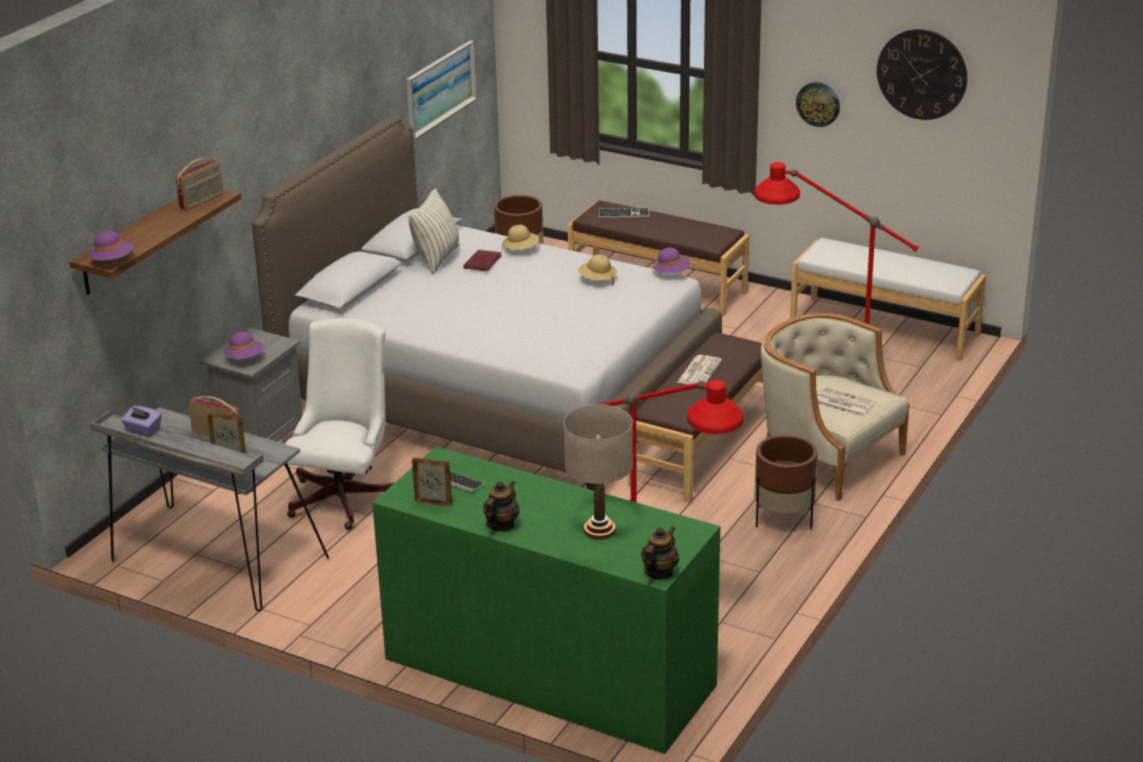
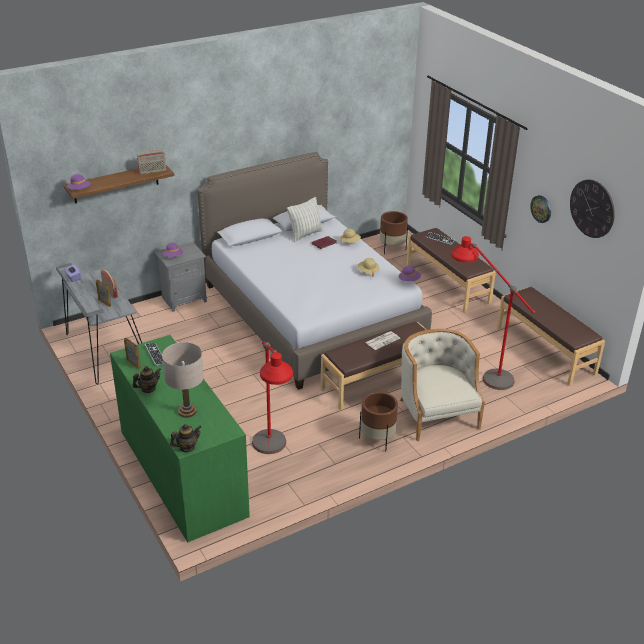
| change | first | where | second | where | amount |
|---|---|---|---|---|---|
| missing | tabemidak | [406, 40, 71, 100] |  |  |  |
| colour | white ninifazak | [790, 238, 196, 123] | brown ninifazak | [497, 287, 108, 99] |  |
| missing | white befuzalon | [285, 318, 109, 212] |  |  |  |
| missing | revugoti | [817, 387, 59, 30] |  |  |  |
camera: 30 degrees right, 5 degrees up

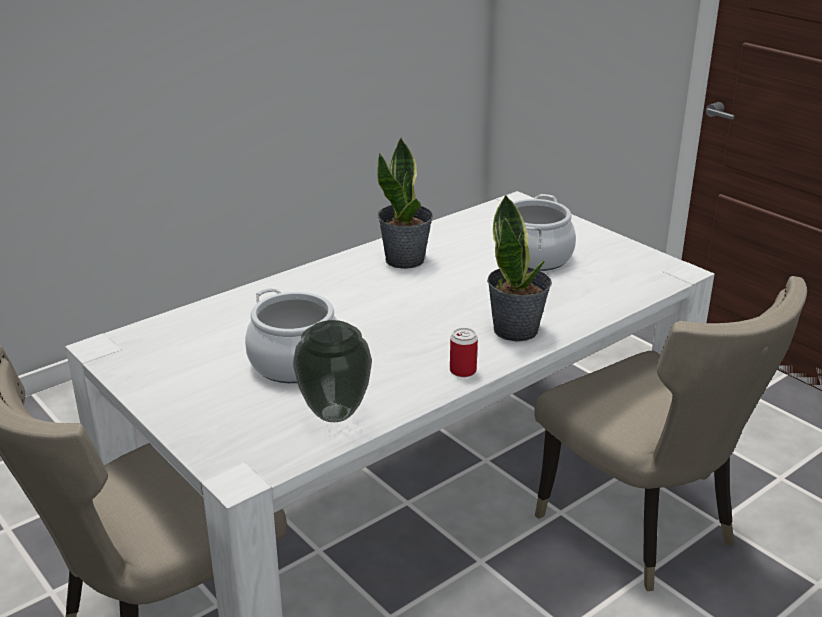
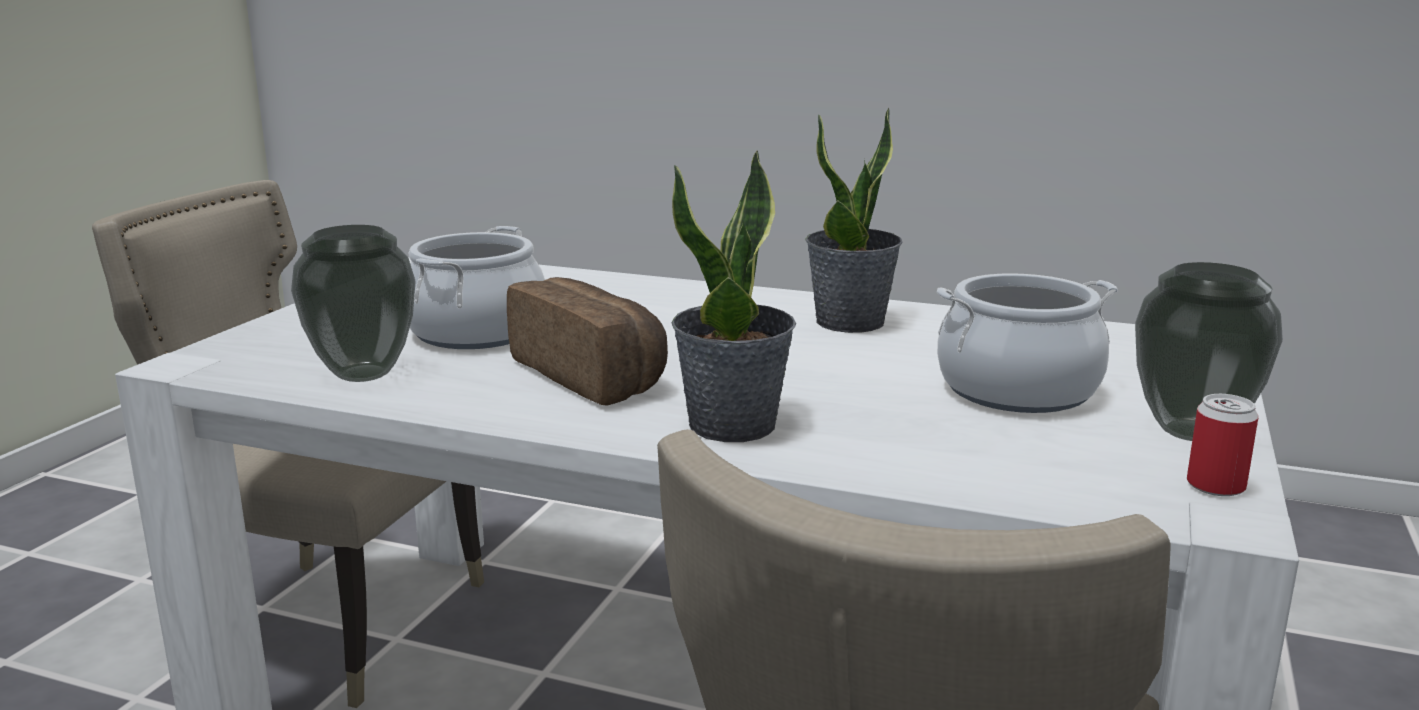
| change | first | where | second | where | amount |
|---|---|---|---|---|---|
| relocated | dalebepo | [450, 328, 28, 49] |  | [1187, 394, 72, 102] |  |
| appeared |  |  | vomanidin | [1135, 262, 148, 179] |  |
| appeared |  |  | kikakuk | [507, 277, 161, 129] |  |
camera: 60 degrees right, 10 degrees down

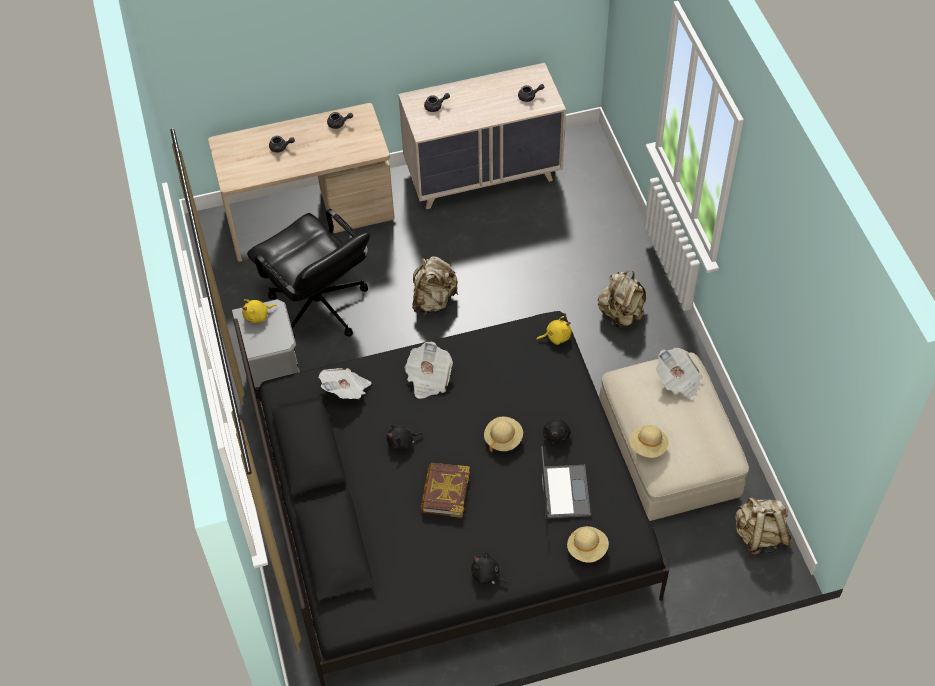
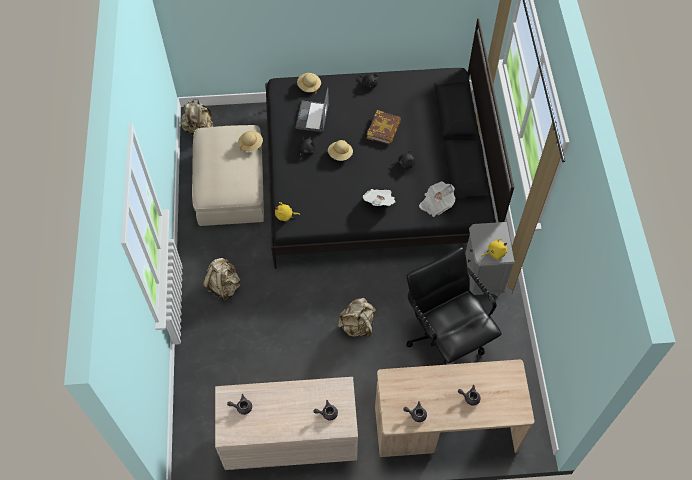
| change | first | where | second | where | amount |
|---|---|---|---|---|---|
| missing | revugoti | [656, 348, 47, 52] |  |  |  |
camera: 170 degrees left, 5 degrees up

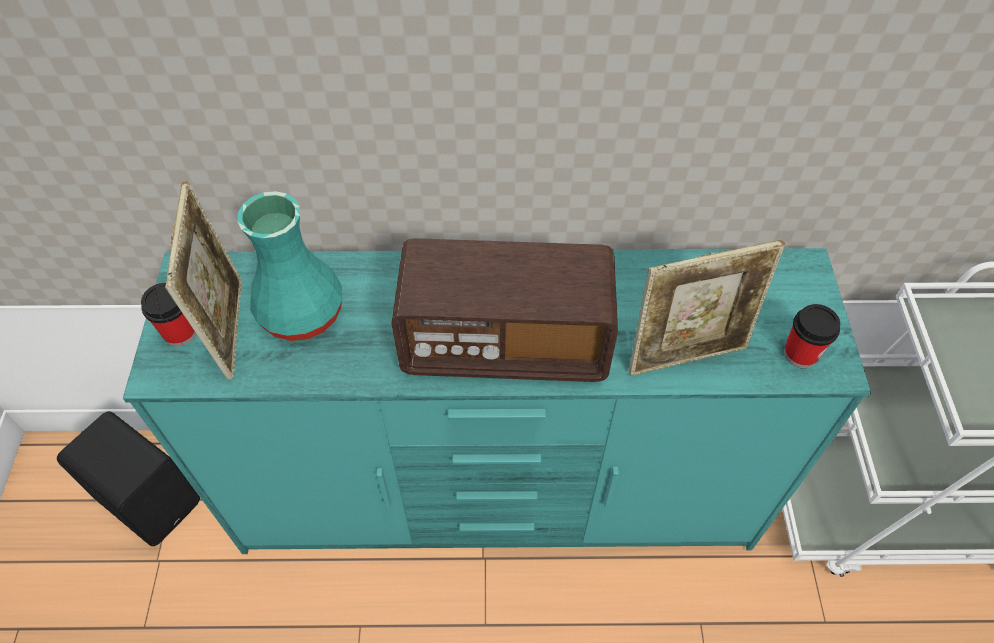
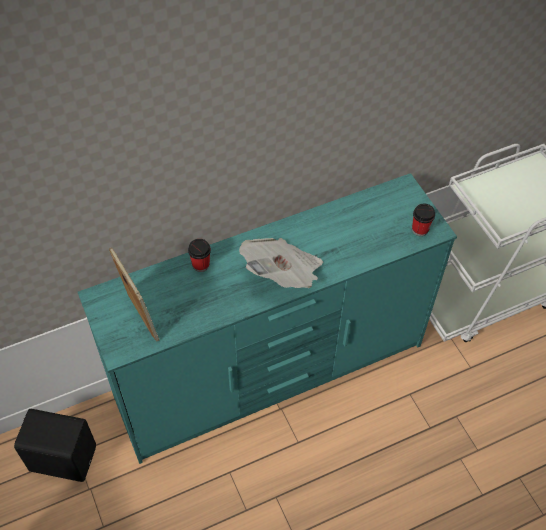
| change | first | where | second | where | amount |
|---|---|---|---|---|---|
| missing | turquoise vomanidin | [237, 191, 105, 150] |  |  |  |
| exchanged | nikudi | [391, 238, 227, 144] | revugoti | [239, 238, 84, 50] |  |
| missing | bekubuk | [628, 240, 157, 136] |  |  |  |
| relocated | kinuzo | [141, 283, 56, 64] |  | [188, 239, 23, 33] |  |
camera: 25 degrees left, 0 degrees up

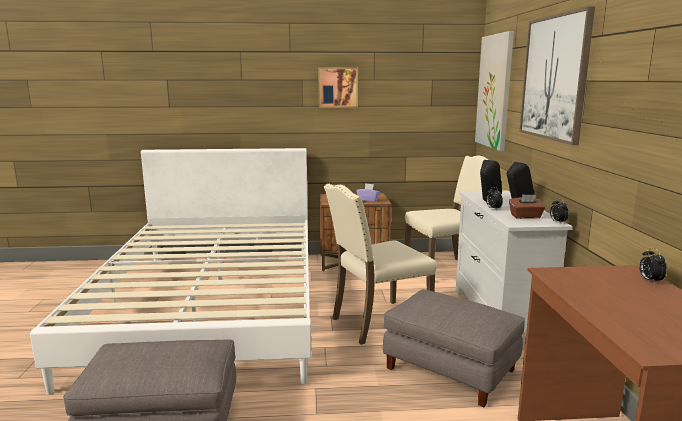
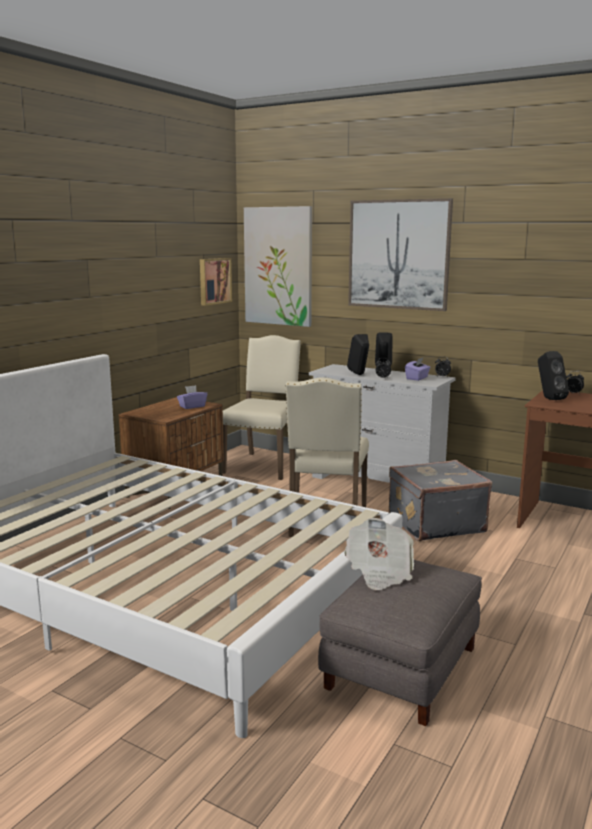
| change | first | where | second | where | amount |
|---|---|---|---|---|---|
| relocated | tabemidak | [318, 67, 40, 41] |  | [200, 258, 32, 48] |  |
| colour | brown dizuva | [509, 194, 36, 25] | purple dizuva | [405, 357, 25, 24] |  |
| exchanged | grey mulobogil | [383, 289, 142, 118] | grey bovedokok | [389, 460, 103, 81] |  |
| appeared |  |  | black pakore | [538, 351, 31, 49] |  |
| appeared |  |  | revugoti | [344, 518, 70, 72] |  |
camera: 55 degrees left, 0 degrees up

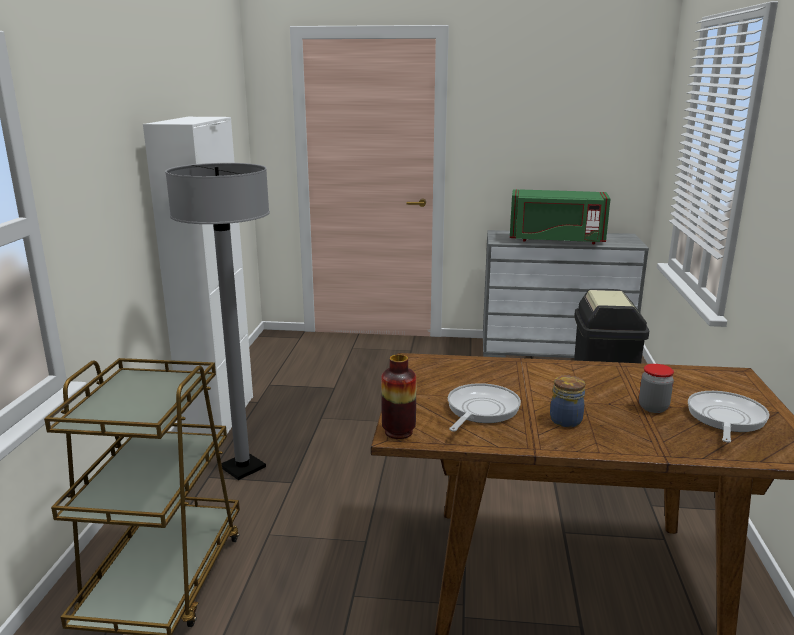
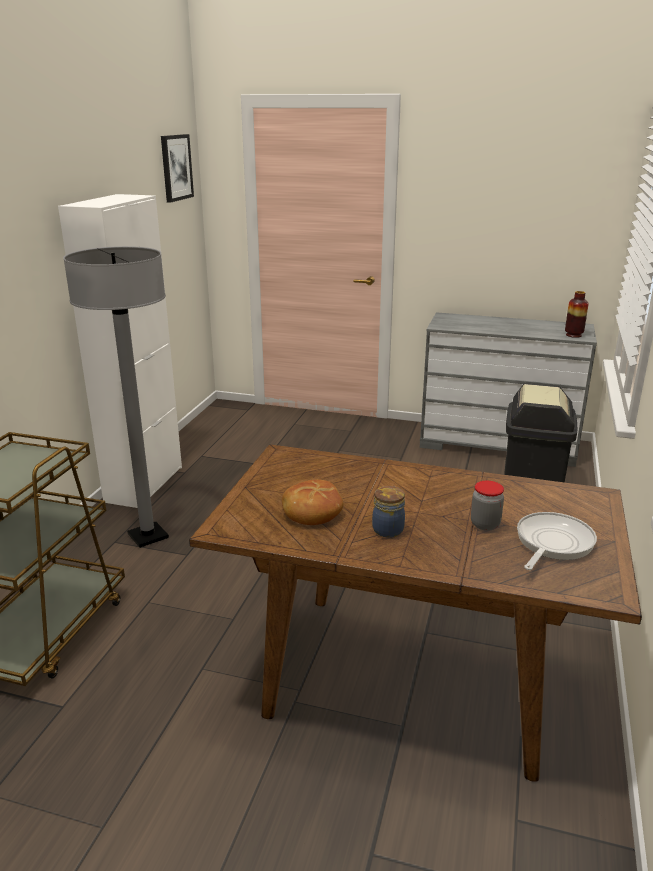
| change | first | where | second | where | amount |
|---|---|---|---|---|---|
| missing | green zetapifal | [510, 189, 100, 55] |  |  |  |
| relocated | vomanidin | [381, 354, 35, 85] |  | [565, 291, 24, 47] |  |
| exchanged | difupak | [448, 383, 73, 49] | kikakuk | [282, 479, 62, 46] |  |
| appeared |  |  | tabemidak | [161, 134, 33, 69] |  |
camera: 10 degrees right, 5 degrees up

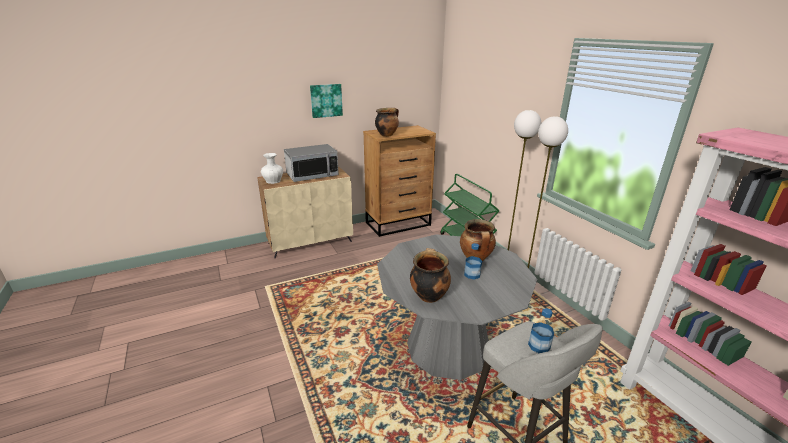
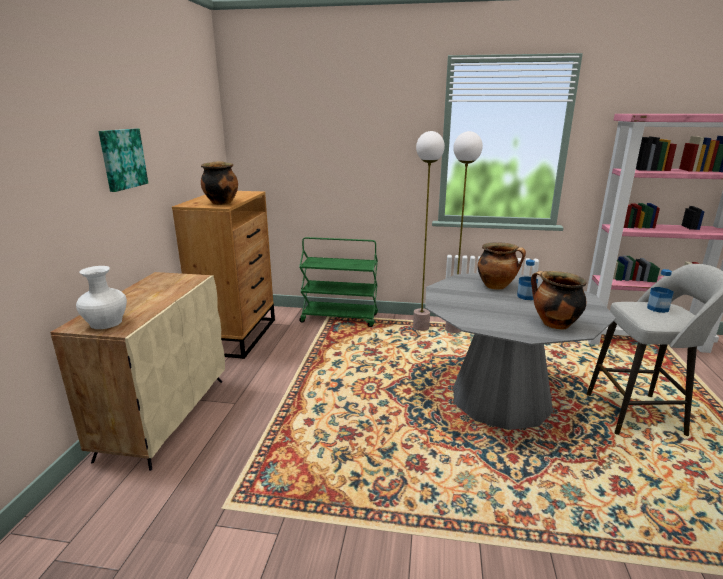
| change | first | where | second | where | amount |
|---|---|---|---|---|---|
| missing | zetapifal | [284, 144, 55, 38] |  |  |  |
camera: 55 degrees left, 5 degrees down

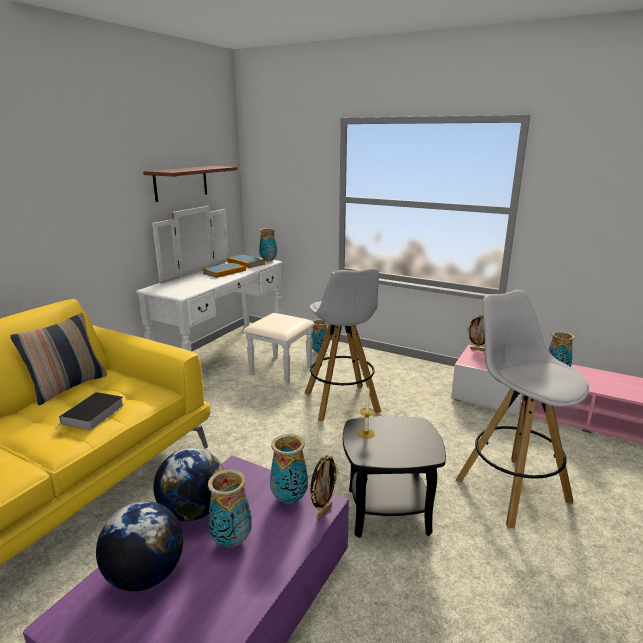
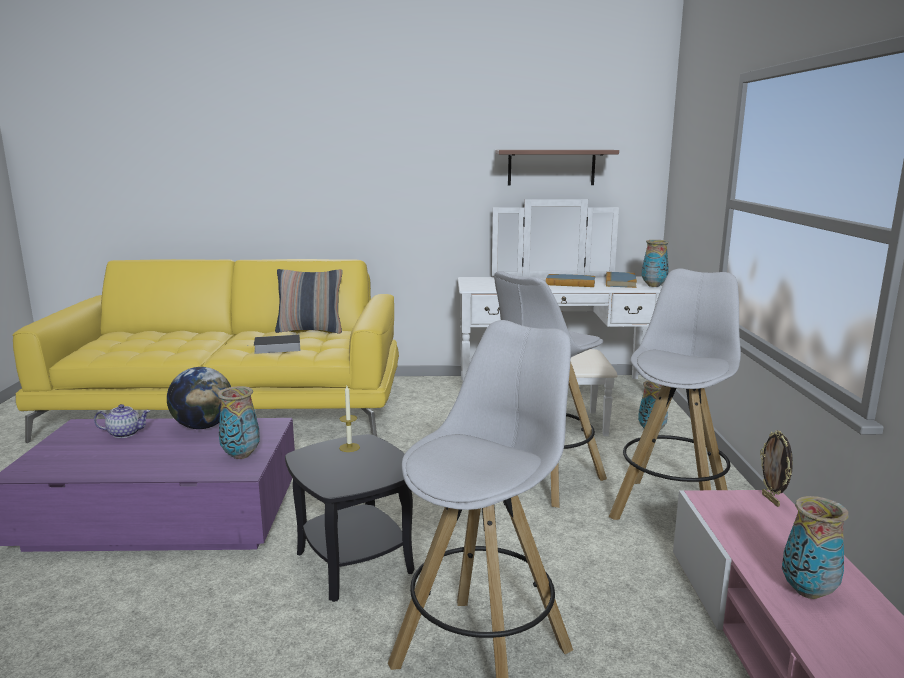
| change | first | where | second | where | amount |
|---|---|---|---|---|---|
| missing | bekubuk | [310, 455, 28, 65] |  |  |  |
| missing | vomanidin | [208, 469, 44, 79] |  |  |  |
| exchanged | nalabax | [96, 501, 87, 90] | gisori | [94, 404, 56, 34] |  |
| appeared |  |  | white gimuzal | [609, 268, 132, 252] |  |
camera: 60 degrees right, 5 degrees down

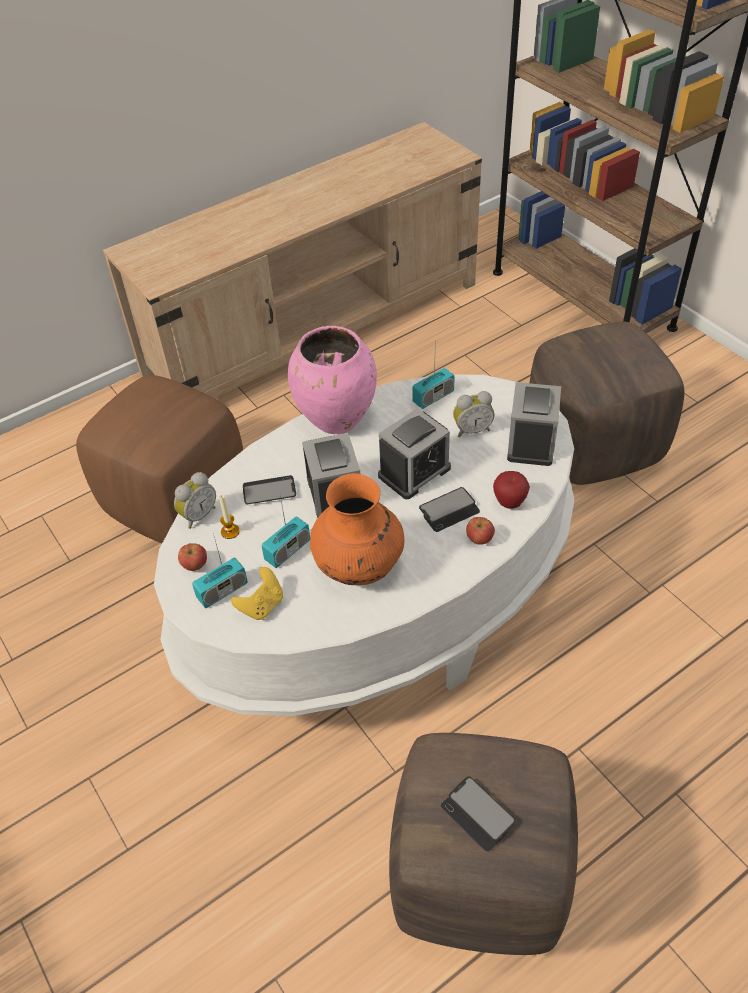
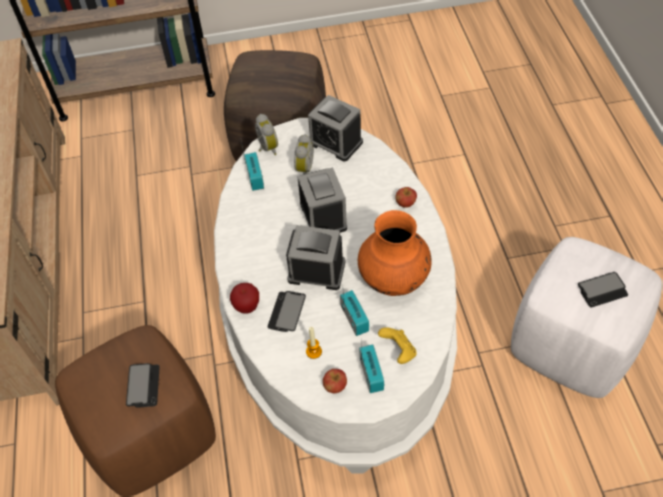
| change | first | where | second | where | amount |
|---|---|---|---|---|---|
| missing | pink vomanidin | [288, 326, 89, 108] |  |  |  |
| relocated | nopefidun | [493, 471, 37, 38] |  | [230, 283, 29, 31] |  |
| relocated | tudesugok | [174, 472, 42, 57] |  | [255, 114, 23, 41] |  |
| relocated | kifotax | [419, 487, 61, 45] |  | [126, 363, 34, 45] |  |
| colour | brown mulobogil | [389, 733, 189, 222] | white mulobogil | [511, 237, 151, 161] |  |
camera: 65 degrees left, 5 degrees up

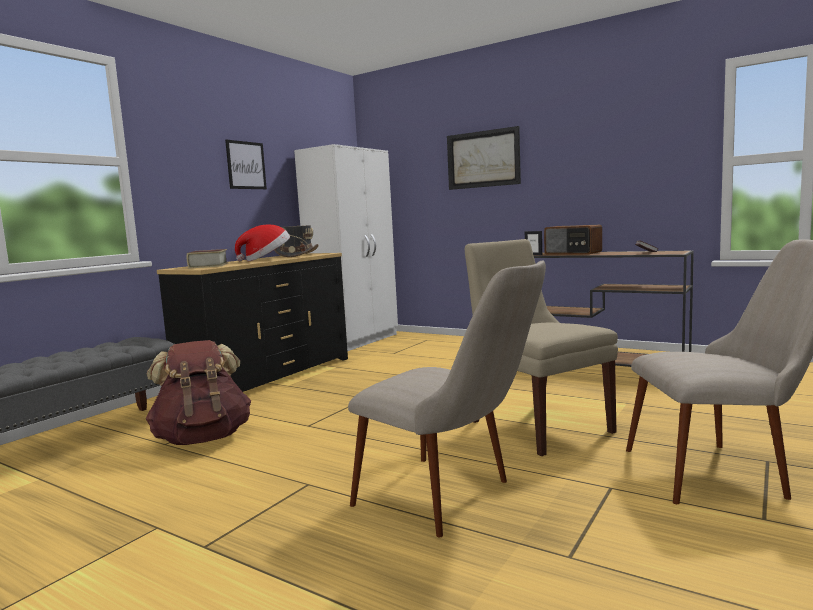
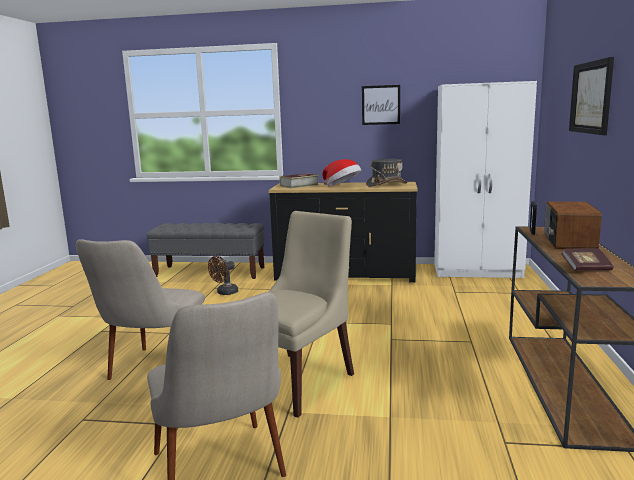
| change | first | where | second | where | amount |
|---|---|---|---|---|---|
| exchanged | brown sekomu | [146, 340, 105, 105] | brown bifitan | [208, 256, 30, 39] |  |
camera: 65 degrees right, 5 degrees up

